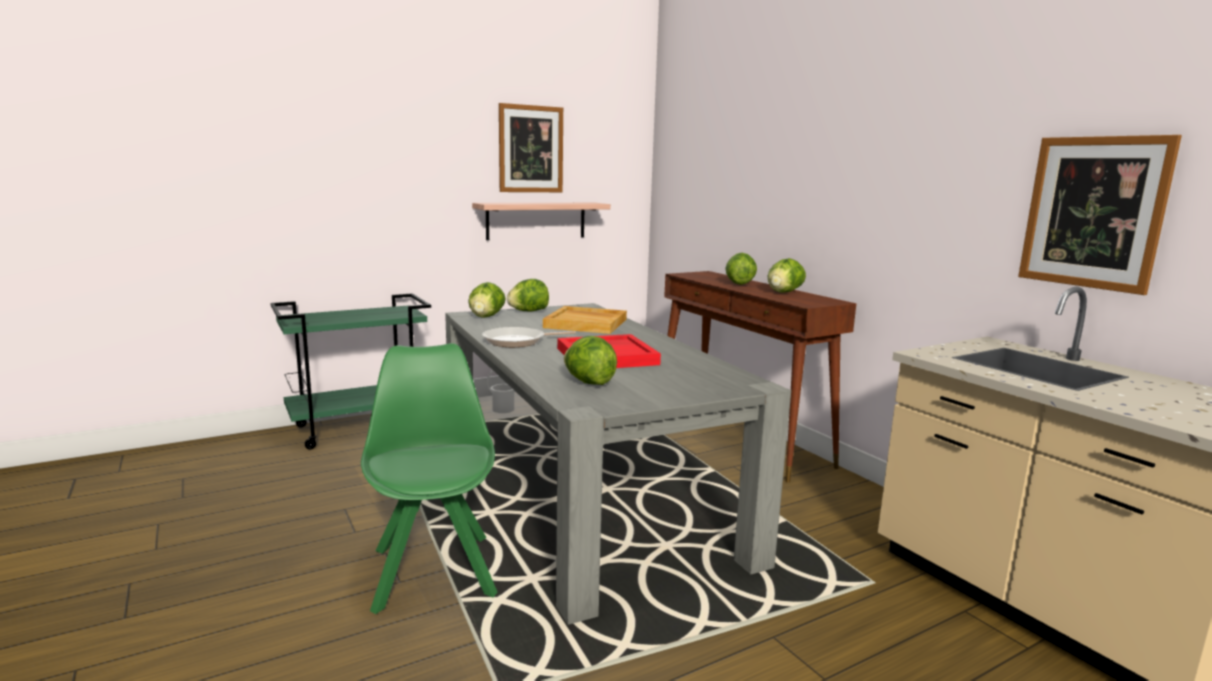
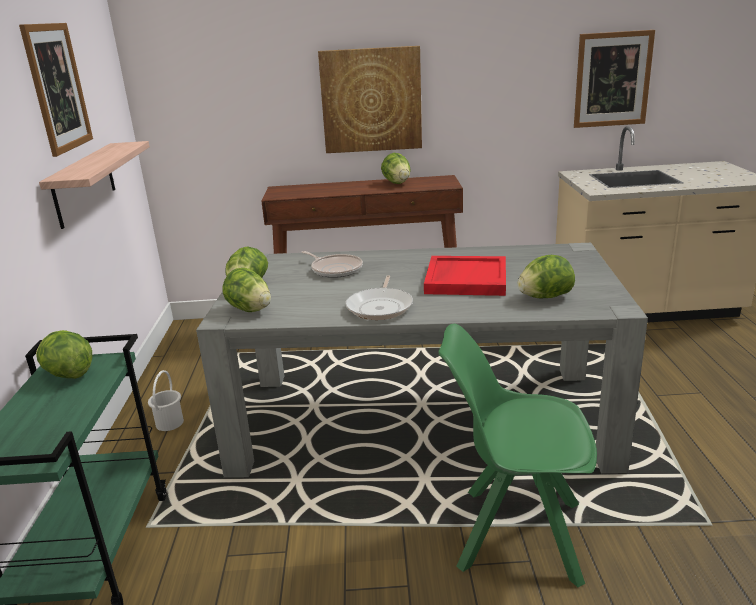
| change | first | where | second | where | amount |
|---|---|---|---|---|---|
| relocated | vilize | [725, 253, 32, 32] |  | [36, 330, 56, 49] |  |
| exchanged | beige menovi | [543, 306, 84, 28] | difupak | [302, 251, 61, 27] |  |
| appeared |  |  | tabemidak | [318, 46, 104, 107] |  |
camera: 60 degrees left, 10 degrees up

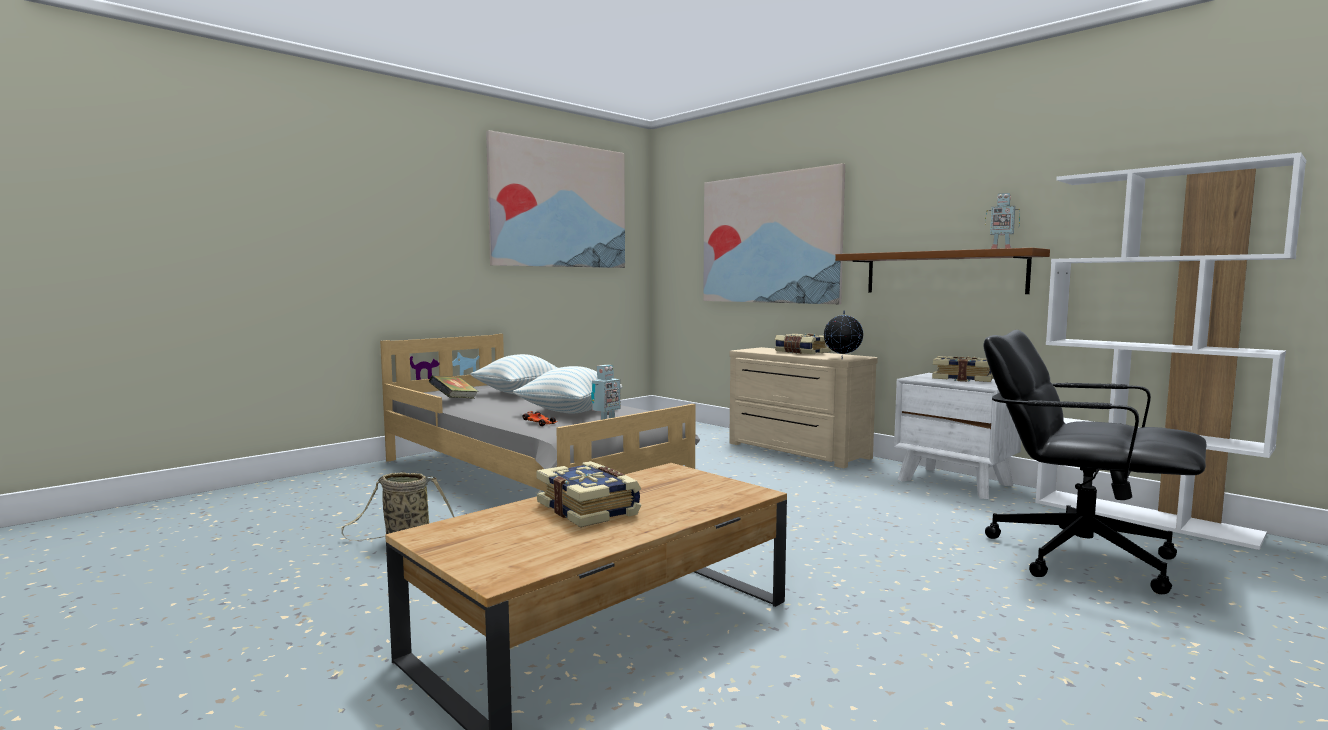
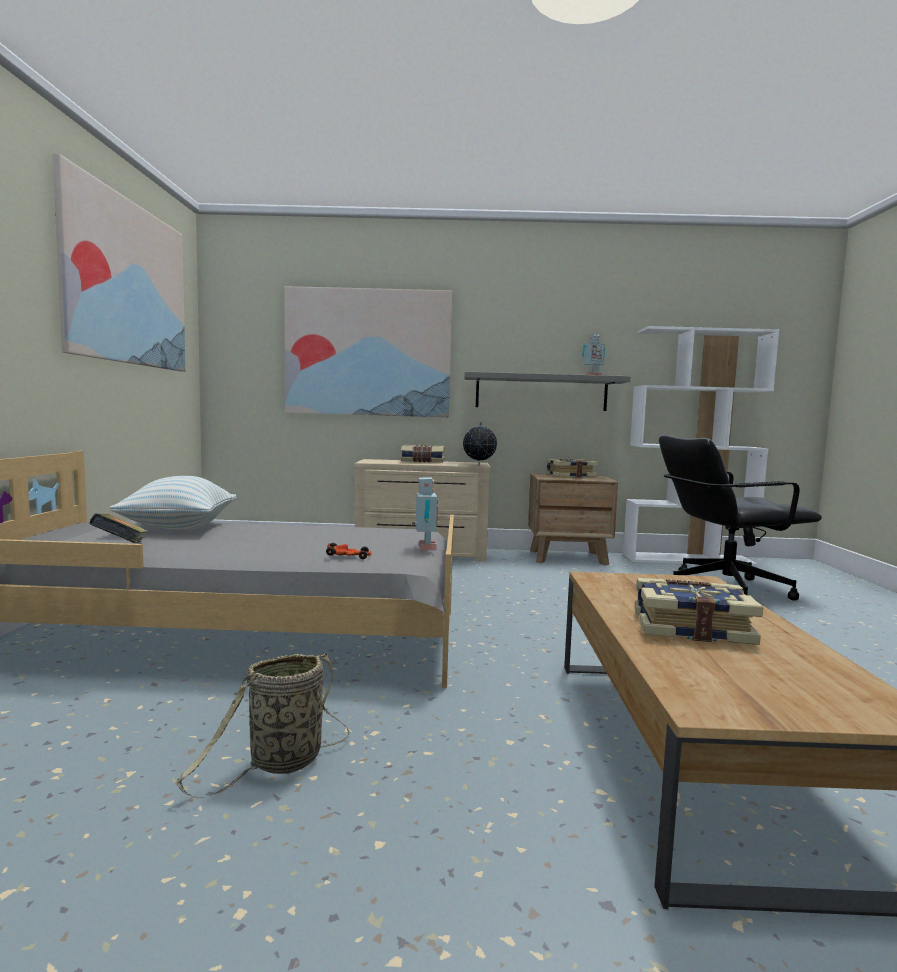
| change | first | where | second | where | amount |
|---|---|---|---|---|---|
| colour | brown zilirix | [835, 248, 215, 46] | grey zilirix | [464, 372, 167, 39] |  |
| missing | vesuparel | [513, 366, 109, 48] |  |  |  |
| colour | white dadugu | [894, 373, 127, 126] | brown dadugu | [528, 474, 90, 91] |  |
camera: 45 degrees left, 0 degrees up

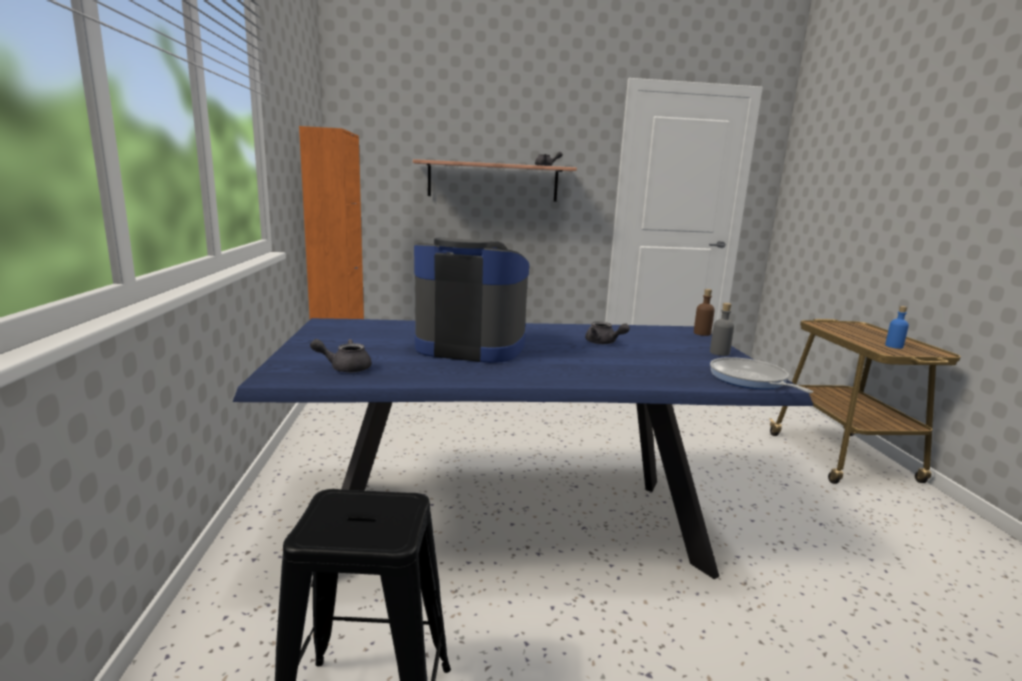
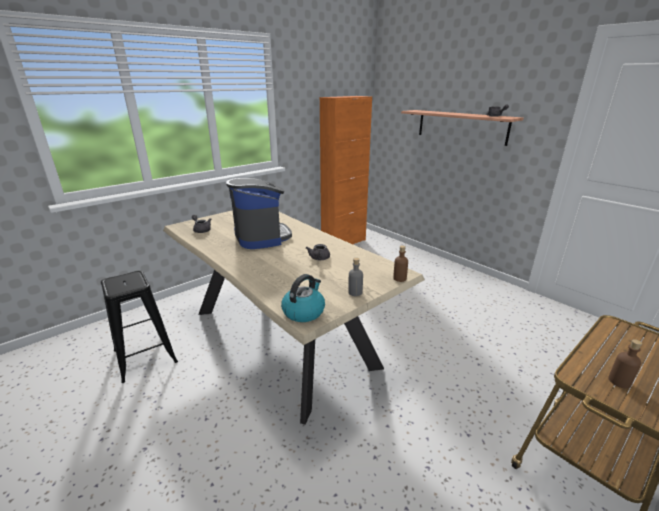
| change | first | where | second | where | amount |
|---|---|---|---|---|---|
| colour | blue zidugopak | [885, 306, 24, 43] | brown zidugopak | [608, 339, 34, 49] |  |
| colour | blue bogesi | [233, 318, 581, 270] | beige bogesi | [163, 210, 262, 215] |  |
| exchanged | difupak | [710, 357, 103, 36] | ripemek | [281, 274, 44, 48] |  |
camera: 55 degrees right, 10 degrees up

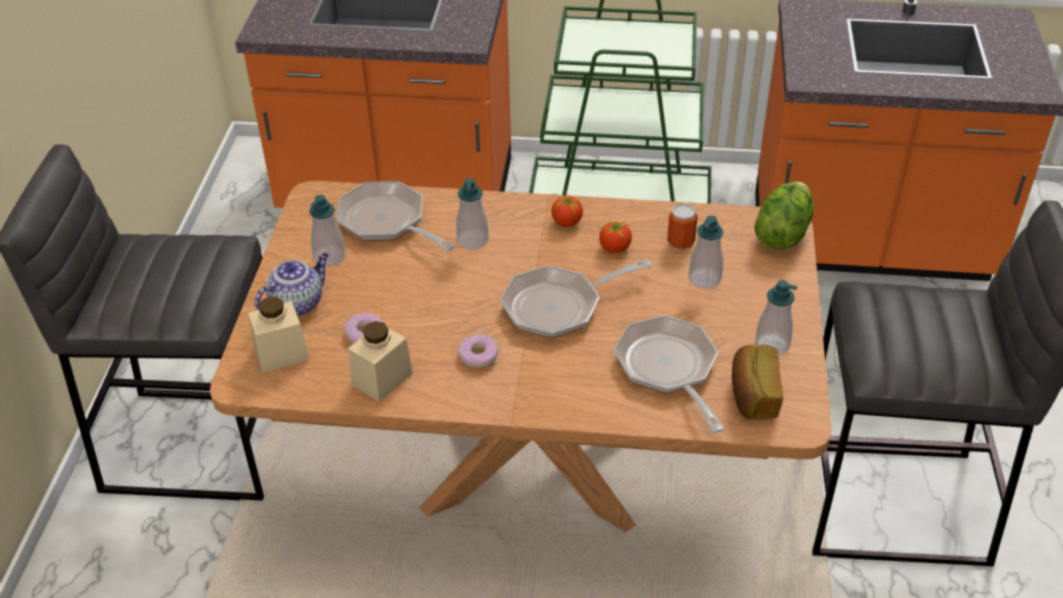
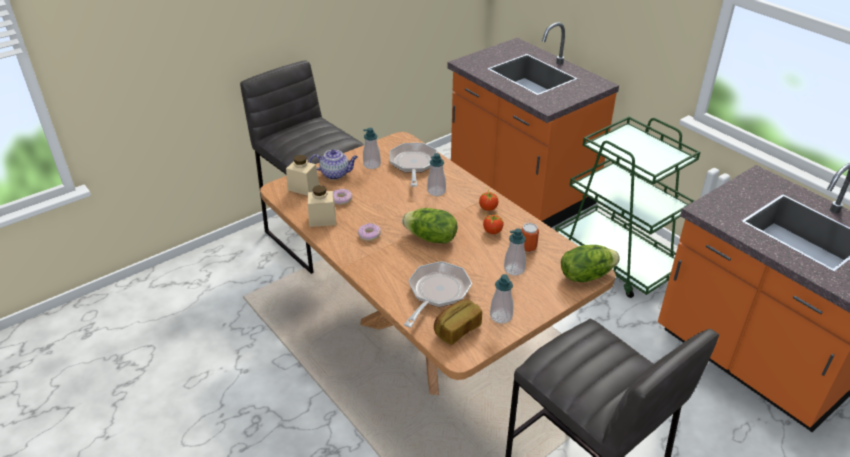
| change | first | where | second | where | amount |
|---|---|---|---|---|---|
| exchanged | difupak | [500, 258, 152, 80] | vilize | [402, 208, 56, 36] |  |
camera: 45 degrees right, 5 degrees down

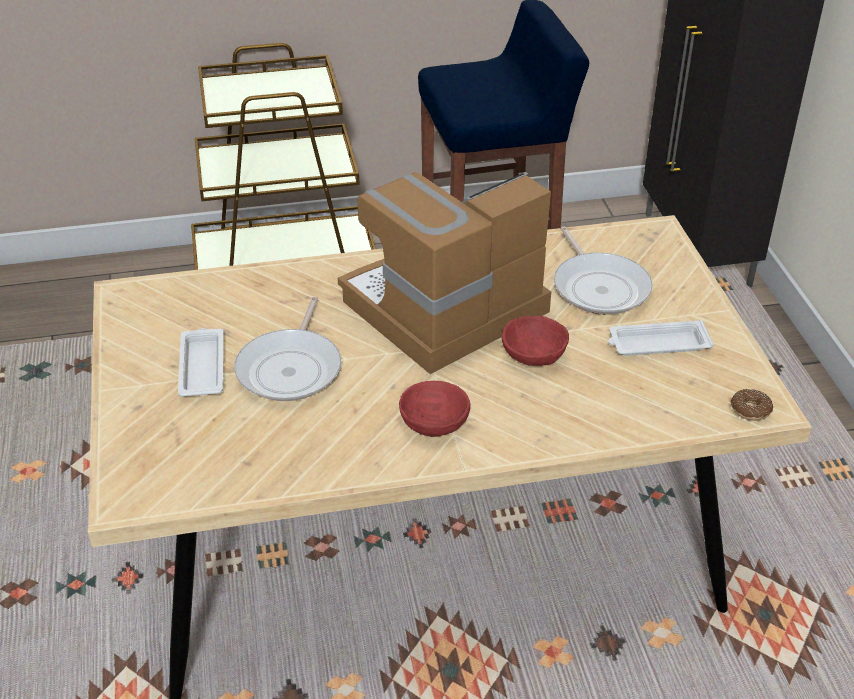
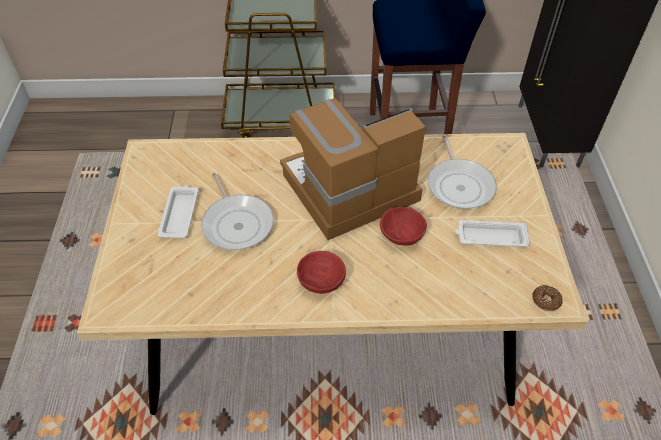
| change | first | where | second | where | amount |
|---|---|---|---|---|---|
| spun | difupak | [234, 296, 107, 105] |  | [201, 172, 73, 78] | 45 degrees counterclockwise |
camera: 10 degrees right, 10 degrees up

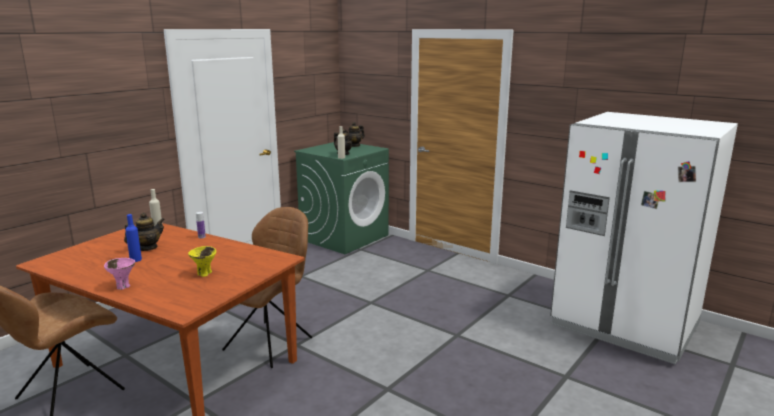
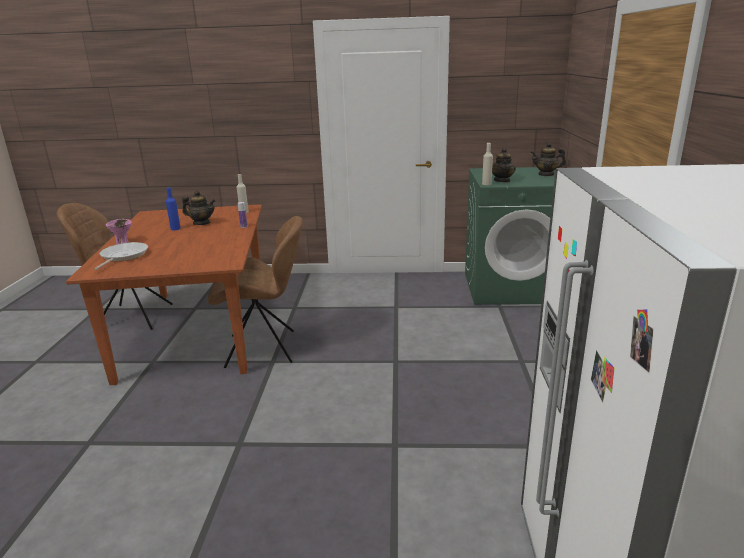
| change | first | where | second | where | amount |
|---|---|---|---|---|---|
| missing | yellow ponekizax | [188, 246, 28, 31] |  |  |  |
| appeared |  |  | difupak | [94, 242, 54, 28] |  |
camera: 55 degrees right, 5 degrees up

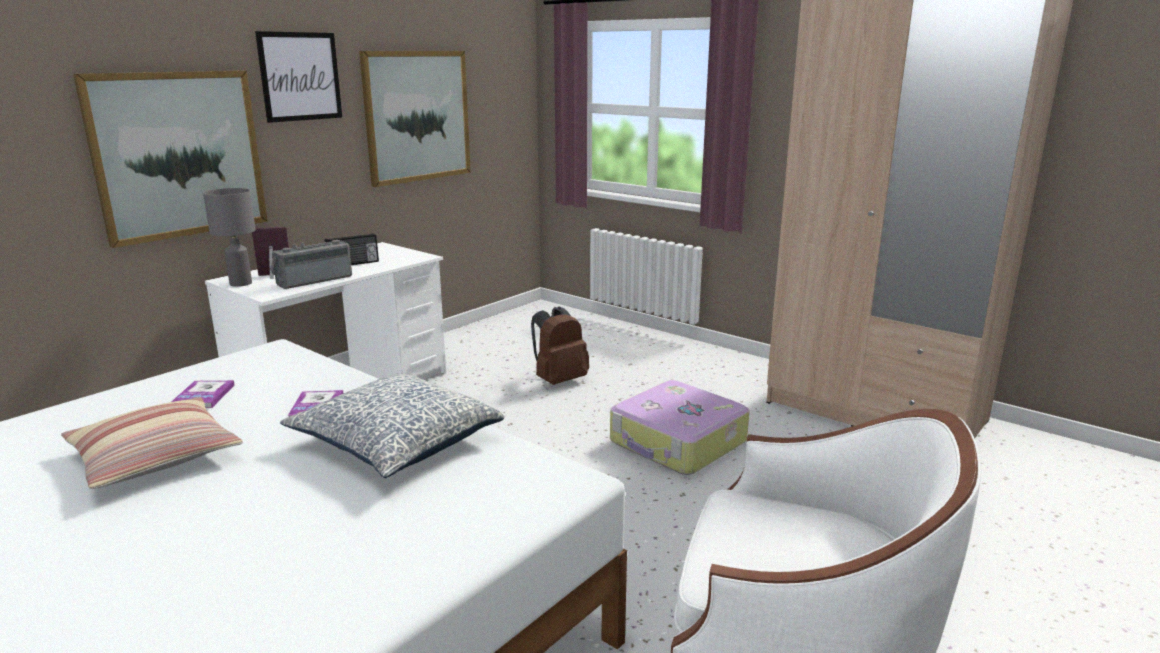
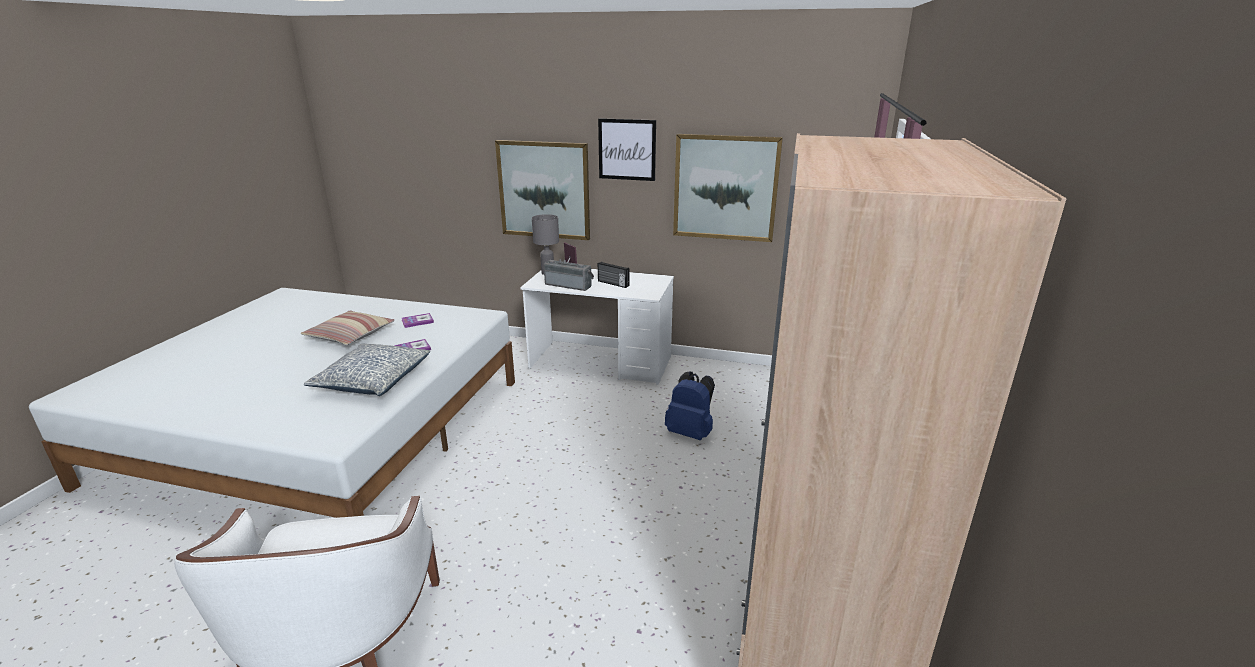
| change | first | where | second | where | amount |
|---|---|---|---|---|---|
| colour | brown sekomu | [531, 306, 58, 79] | blue sekomu | [665, 372, 50, 68] |  |
| missing | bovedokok | [610, 380, 140, 95] |  |  |  |
camera: 65 degrees right, 5 degrees up

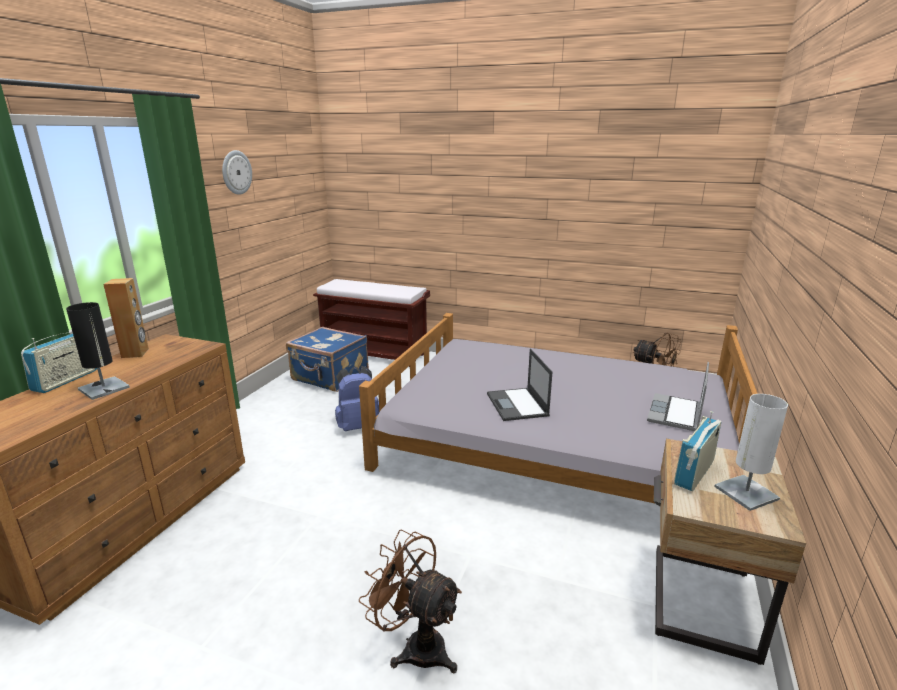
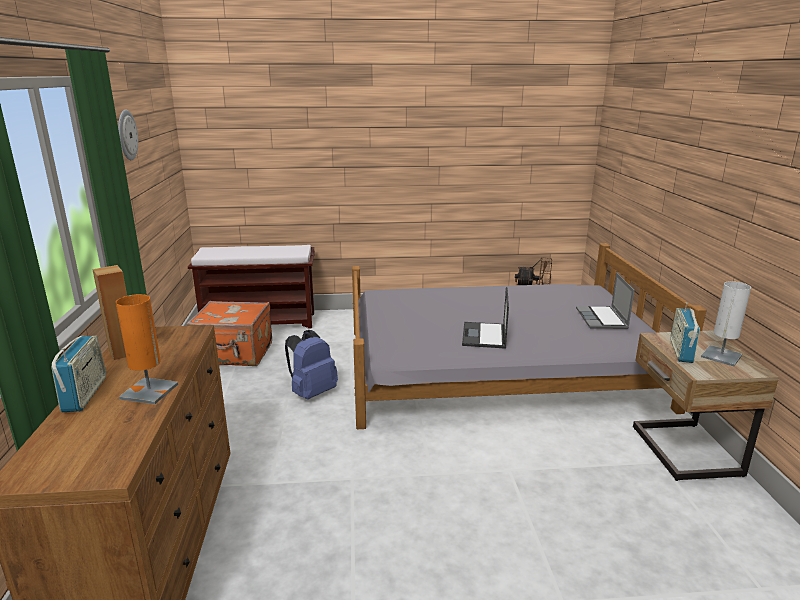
| change | first | where | second | where | amount |
|---|---|---|---|---|---|
| colour | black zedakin | [66, 302, 64, 98] | orange zedakin | [116, 294, 62, 110] |  |
| colour | blue bovedokok | [286, 327, 83, 65] | orange bovedokok | [187, 301, 85, 65] |  |
| spun | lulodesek | [487, 349, 65, 72] |  | [462, 287, 47, 62] | 45 degrees clockwise |
| missing | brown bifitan | [359, 529, 103, 145] |  |  |  |
camera: 25 degrees left, 0 degrees up

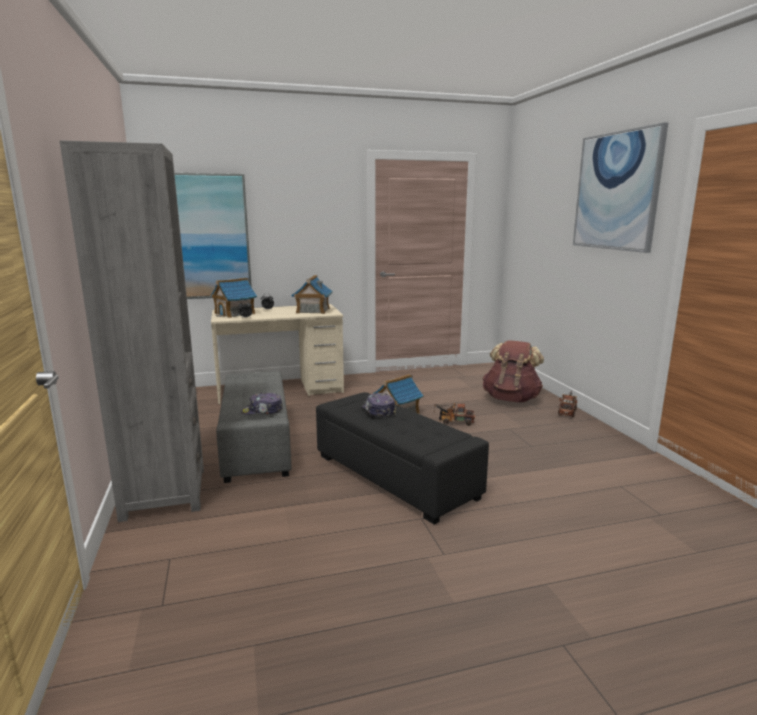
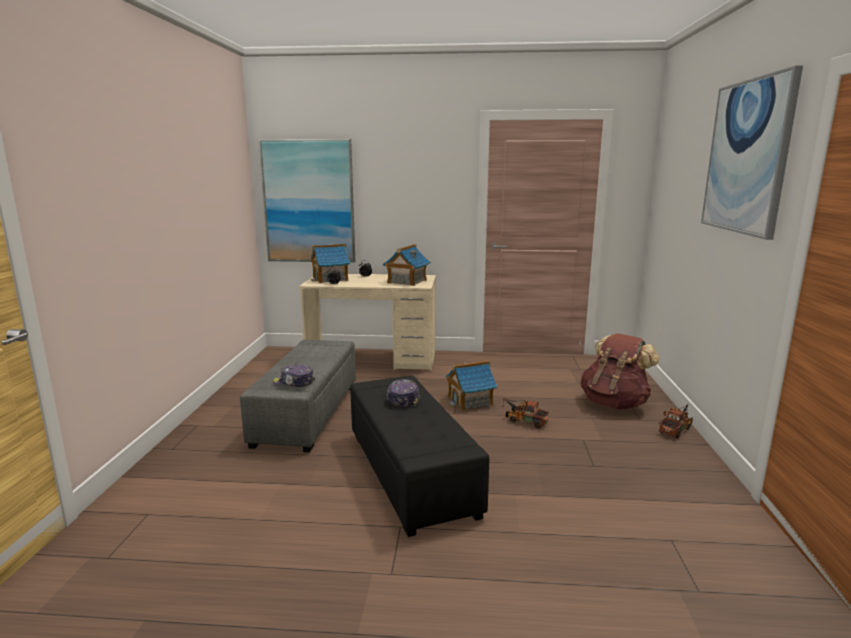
| change | first | where | second | where | amount |
|---|---|---|---|---|---|
| missing | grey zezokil | [60, 140, 144, 382] |  |  |  |
camera: 20 degrees right, 0 degrees up

